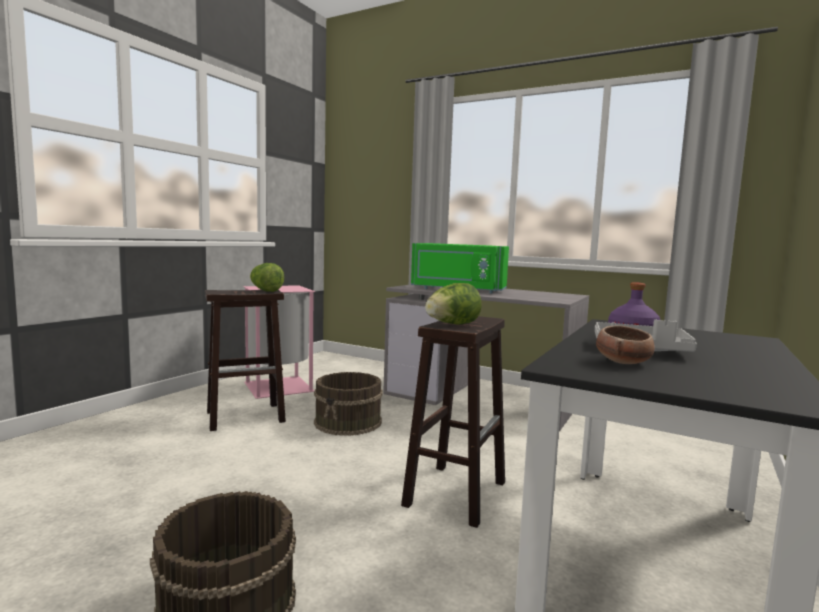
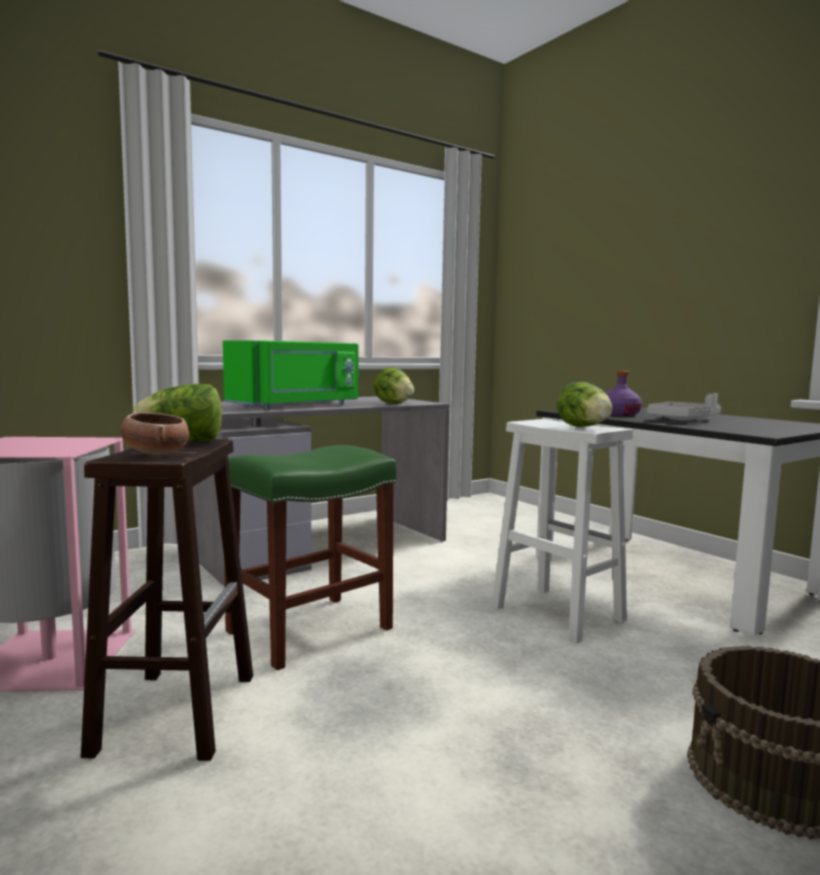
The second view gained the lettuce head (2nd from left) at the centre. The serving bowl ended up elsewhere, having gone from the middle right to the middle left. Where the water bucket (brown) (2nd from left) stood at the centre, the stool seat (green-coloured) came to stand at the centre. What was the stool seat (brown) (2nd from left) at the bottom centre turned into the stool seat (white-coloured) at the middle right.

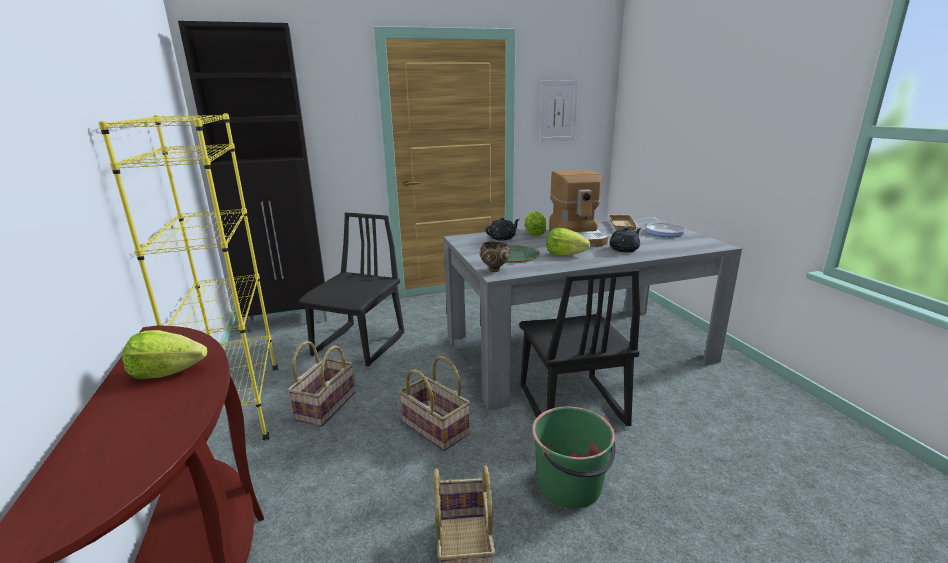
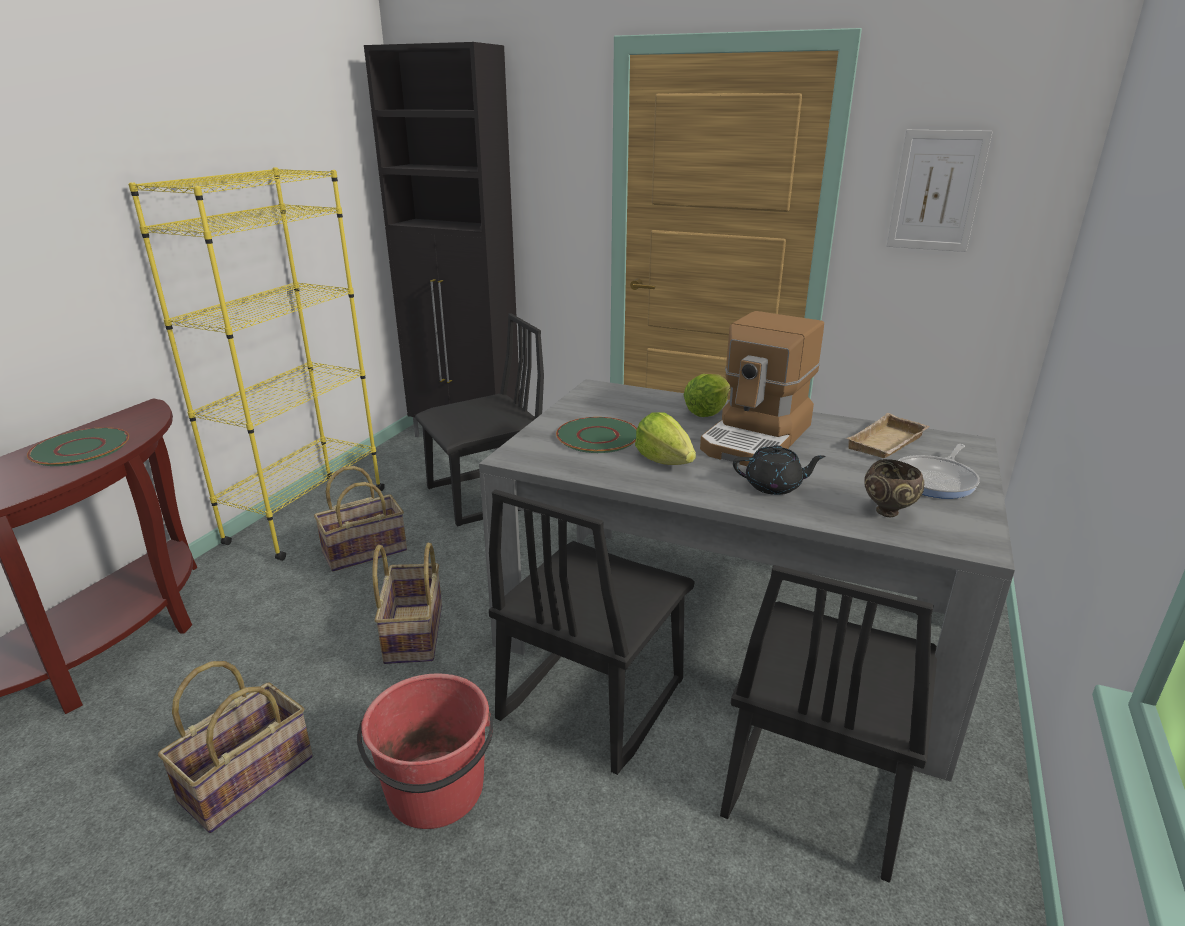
The second view lost the teapot (blackish) (1st from left) at the centre. The second view gained the chair (blackish) (3rd from left) at the bottom right. The serving bowl (brown) ended up elsewhere, having gone from the centre to the middle right. Where the lettuce head (1st from left) stood at the middle left, the flat dish (green-coloured) (1st from left) came to stand at the middle left. What was the water bucket (green-coloured) at the bottom centre turned into the water bucket (reddish) at the bottom centre.

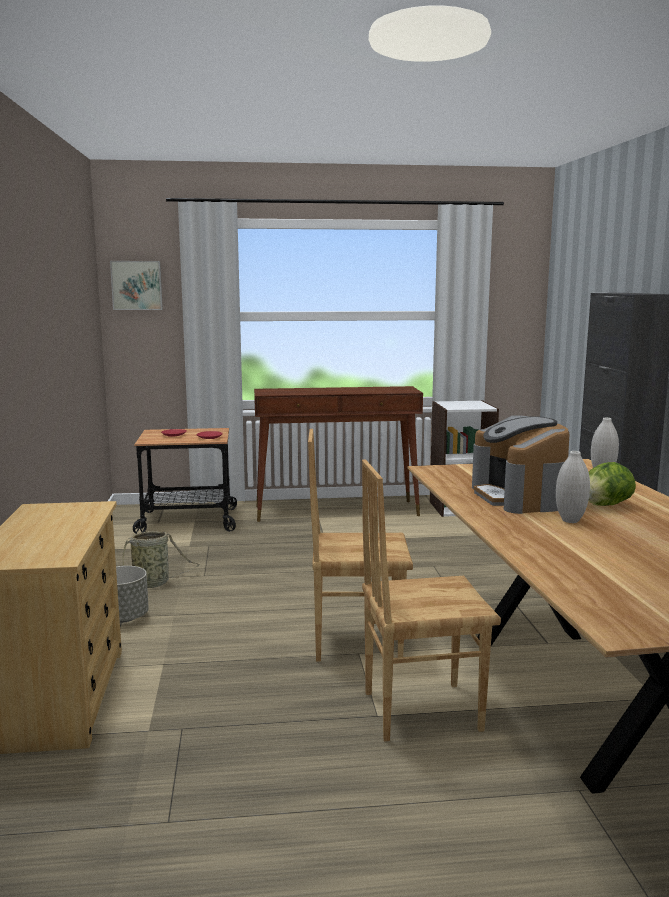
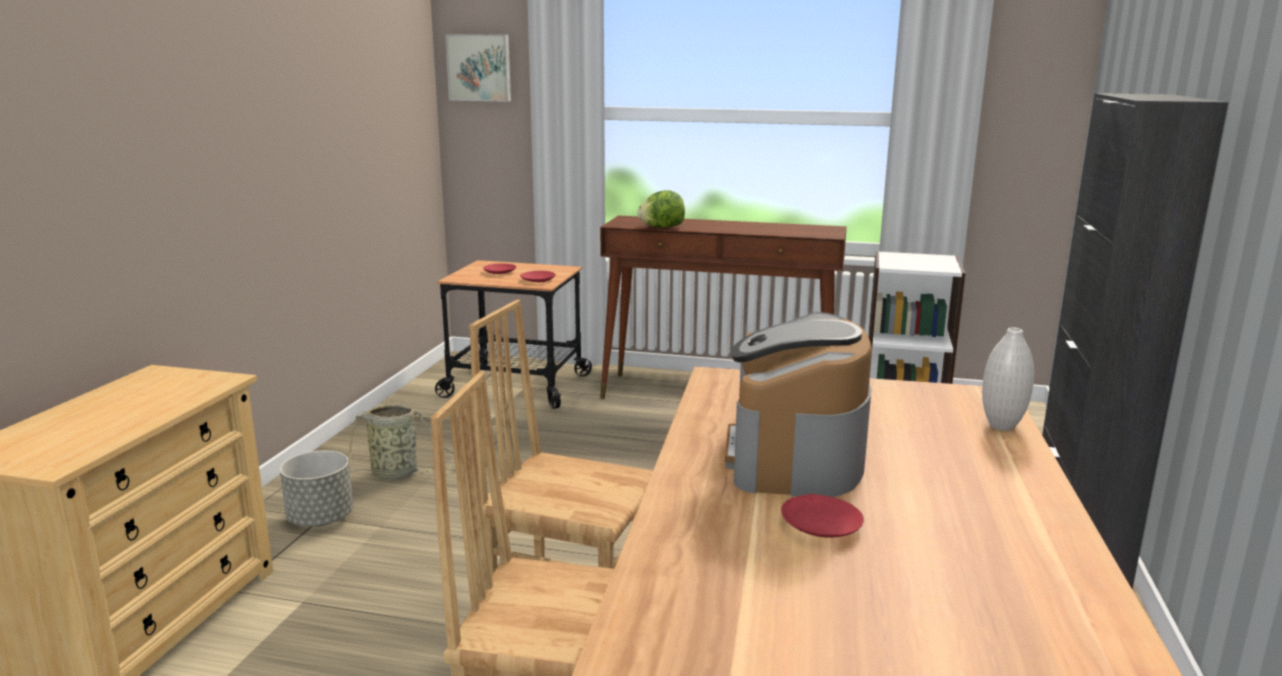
The lettuce head ended up elsewhere, having gone from the middle right to the top centre. Where the vase (white-coloured) (1st from left) stood at the middle right, the flat dish (reddish) (3rd from left) came to stand at the bottom centre.

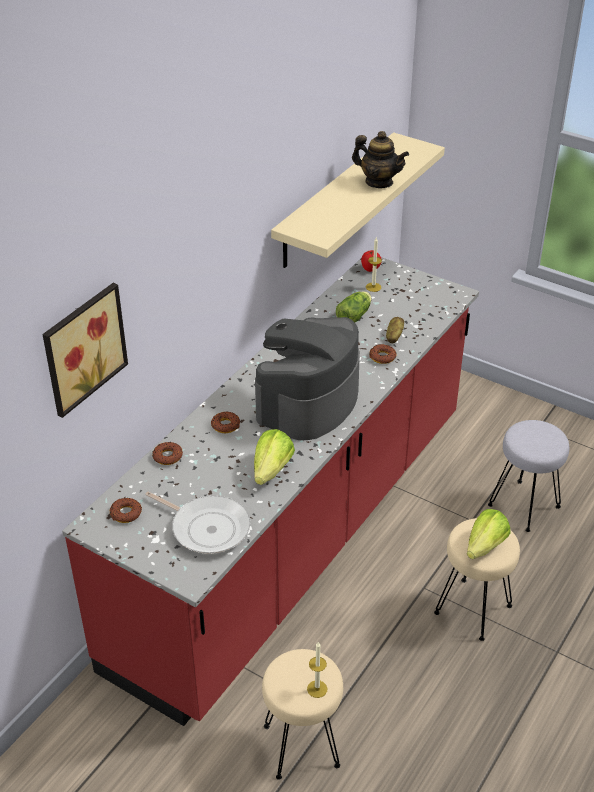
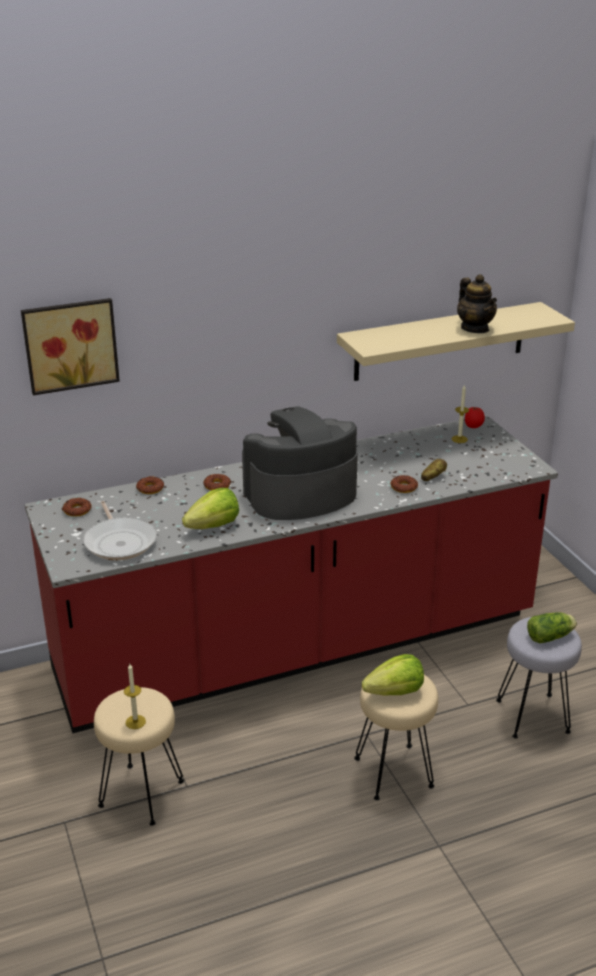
The lettuce head (2nd from left in the first image) ended up elsewhere, having gone from the centre to the middle right.

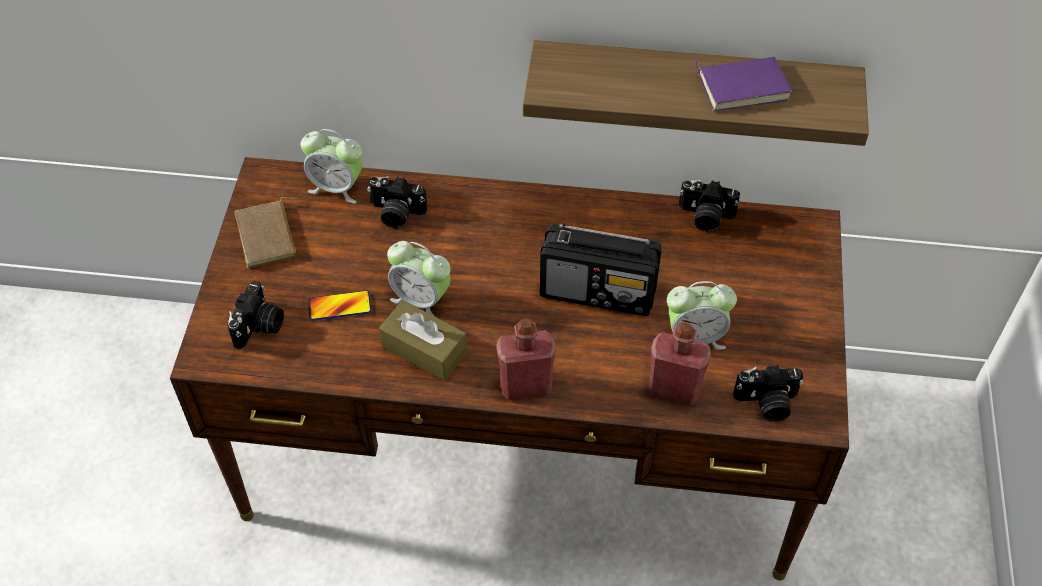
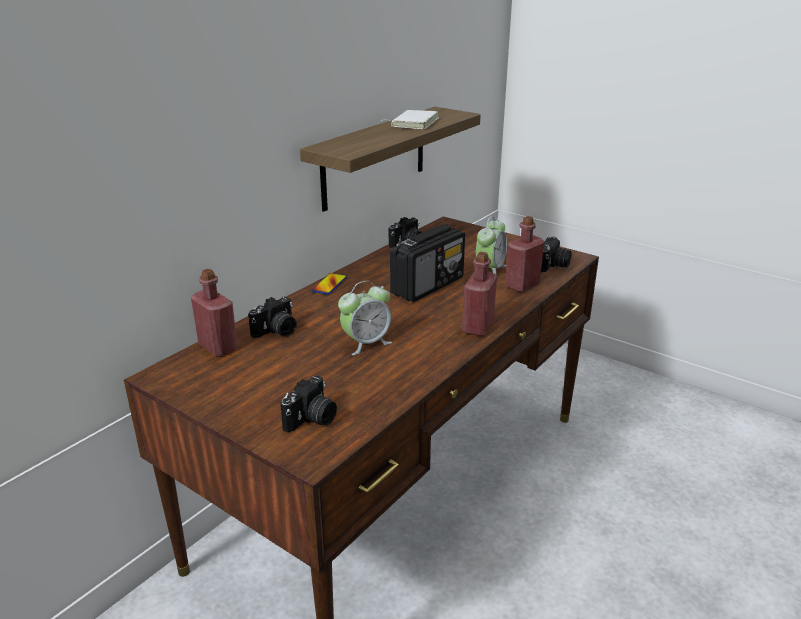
The second view lost the bound book (brown) at the middle left. The second view lost the tissue holder (brown) at the centre. The phone ended up elsewhere, having gone from the middle left to the centre. Where the alarm clock (1st from left) stood at the top left, the bottle (reddish) (1st from left) came to stand at the middle left. What was the bound book (purple-coloured) at the top right turned into the bound book (white-coloured) at the top centre. The photo camera (1st from left in the first image) at the middle left ended up facing another way, 75 degrees clockwise from before.

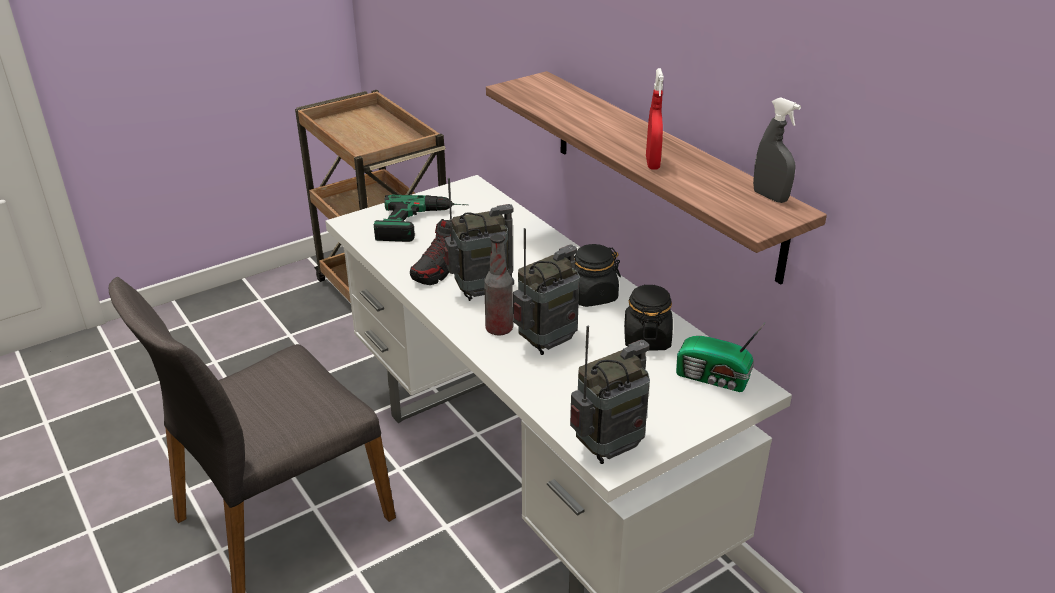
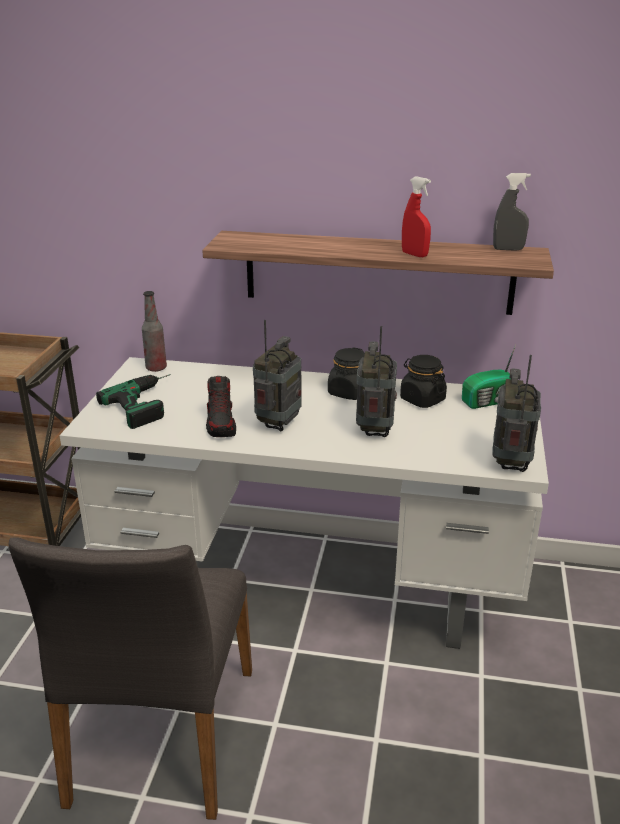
The bottle ended up elsewhere, having gone from the centre to the middle left.

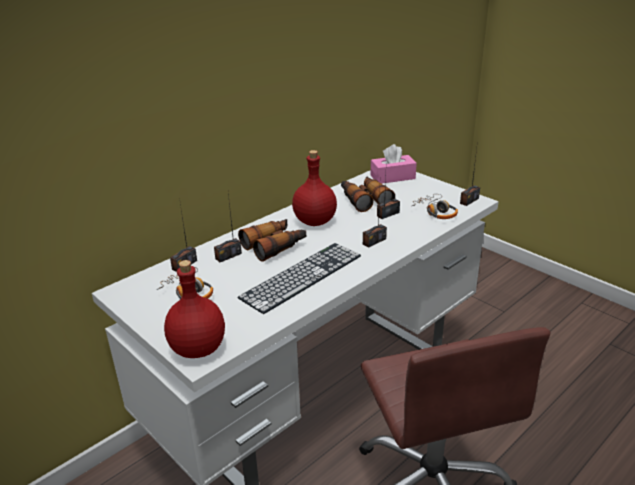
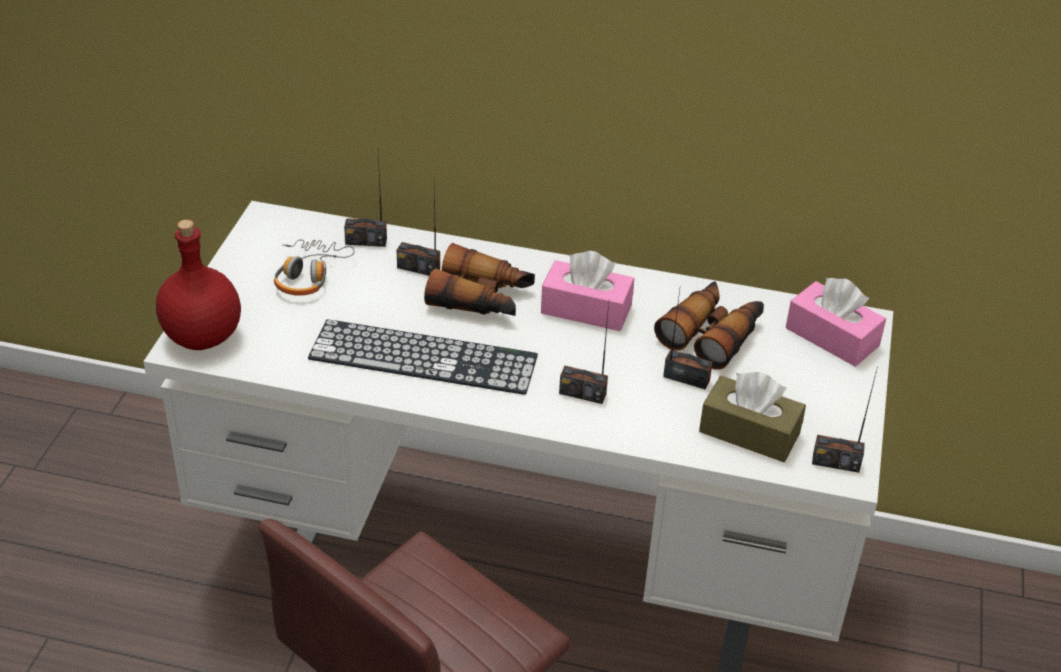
Where the bottle (reddish) (2nd from left) stood at the centre, the tissue holder (pink) (1st from left) came to stand at the centre. Where the pair of headphones (2nd from left) stood at the middle right, the tissue holder (brown) came to stand at the middle right.

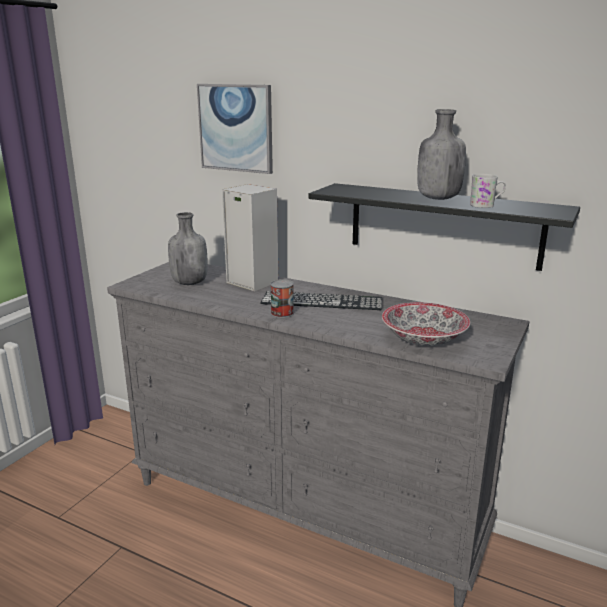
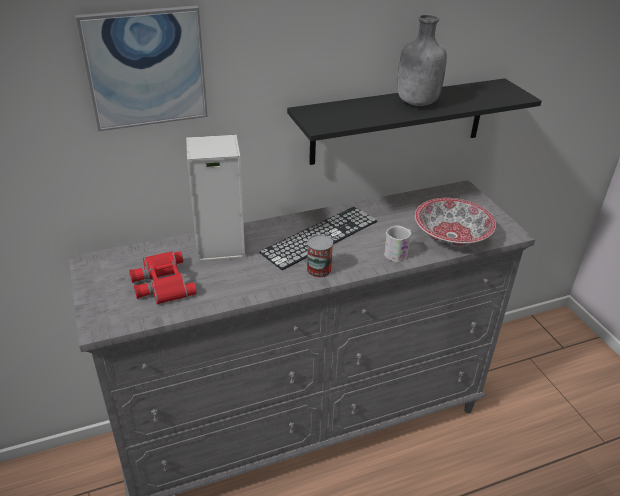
The mug (white-coloured) ended up elsewhere, having gone from the top right to the centre. Where the bottle (greyish) (1st from left) stood at the middle left, the field glasses (reddish) came to stand at the middle left.

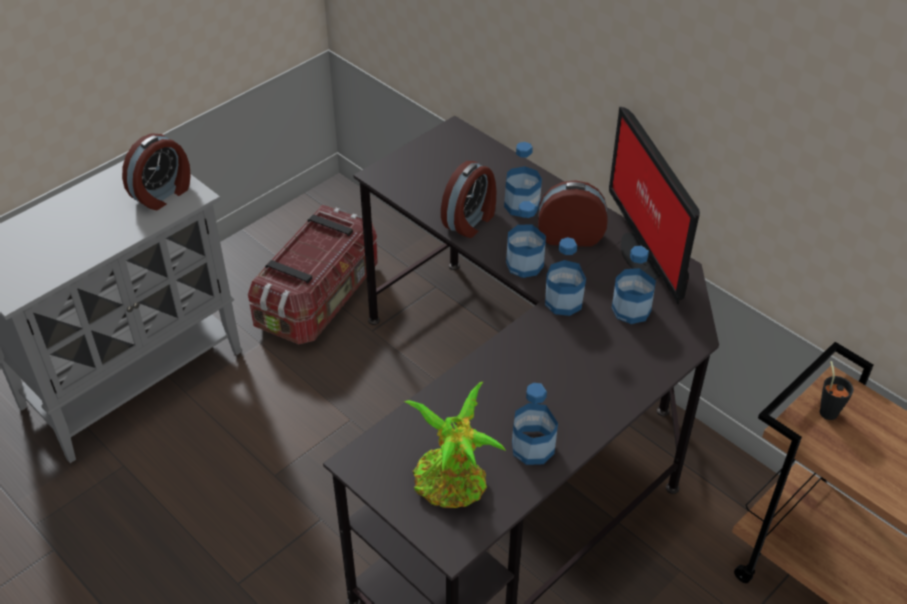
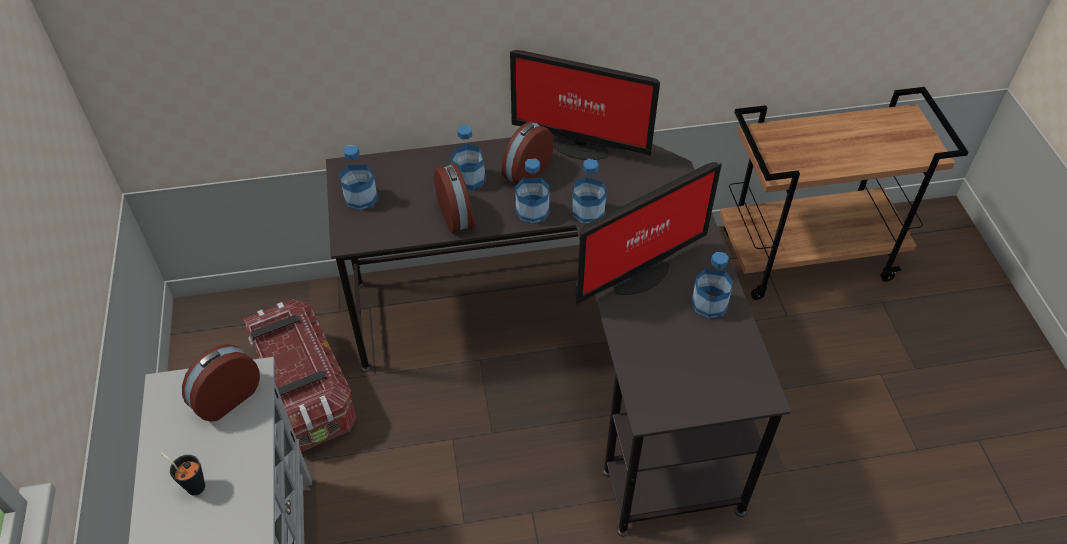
The second view lost the houseplant at the bottom centre. The second view gained the computer display (2nd from left) at the centre. The bottle (5th from left in the first image) ended up elsewhere, having gone from the middle right to the top centre. The drinking cup (blackish) ended up elsewhere, having gone from the middle right to the bottom left. The alarm clock (1st from left) at the top left ended up facing another way, 120 degrees counterclockwise from before.

